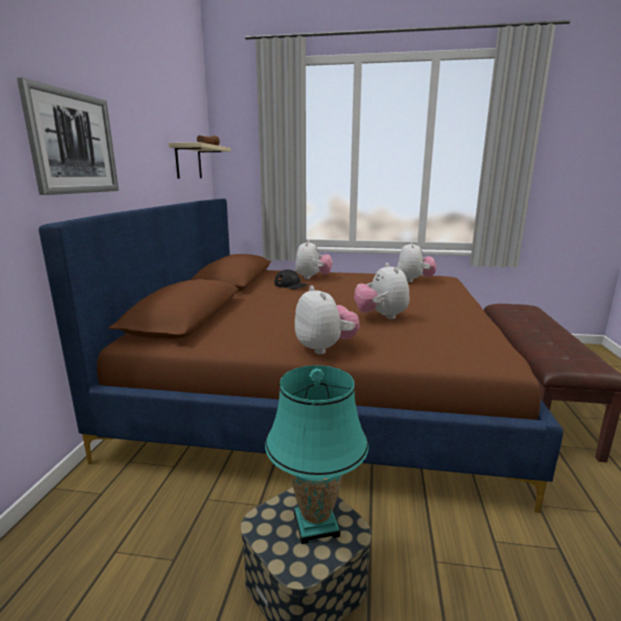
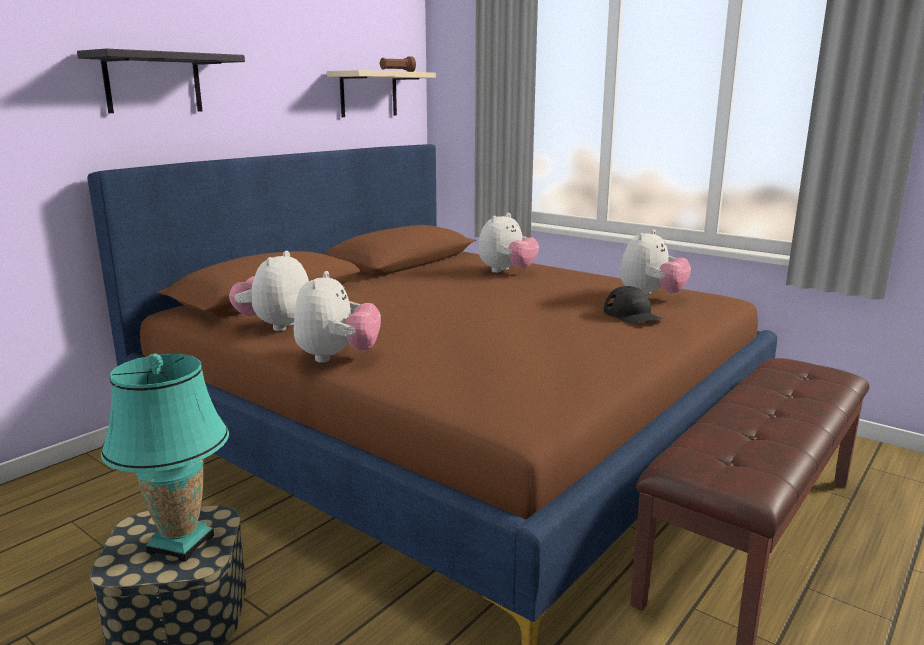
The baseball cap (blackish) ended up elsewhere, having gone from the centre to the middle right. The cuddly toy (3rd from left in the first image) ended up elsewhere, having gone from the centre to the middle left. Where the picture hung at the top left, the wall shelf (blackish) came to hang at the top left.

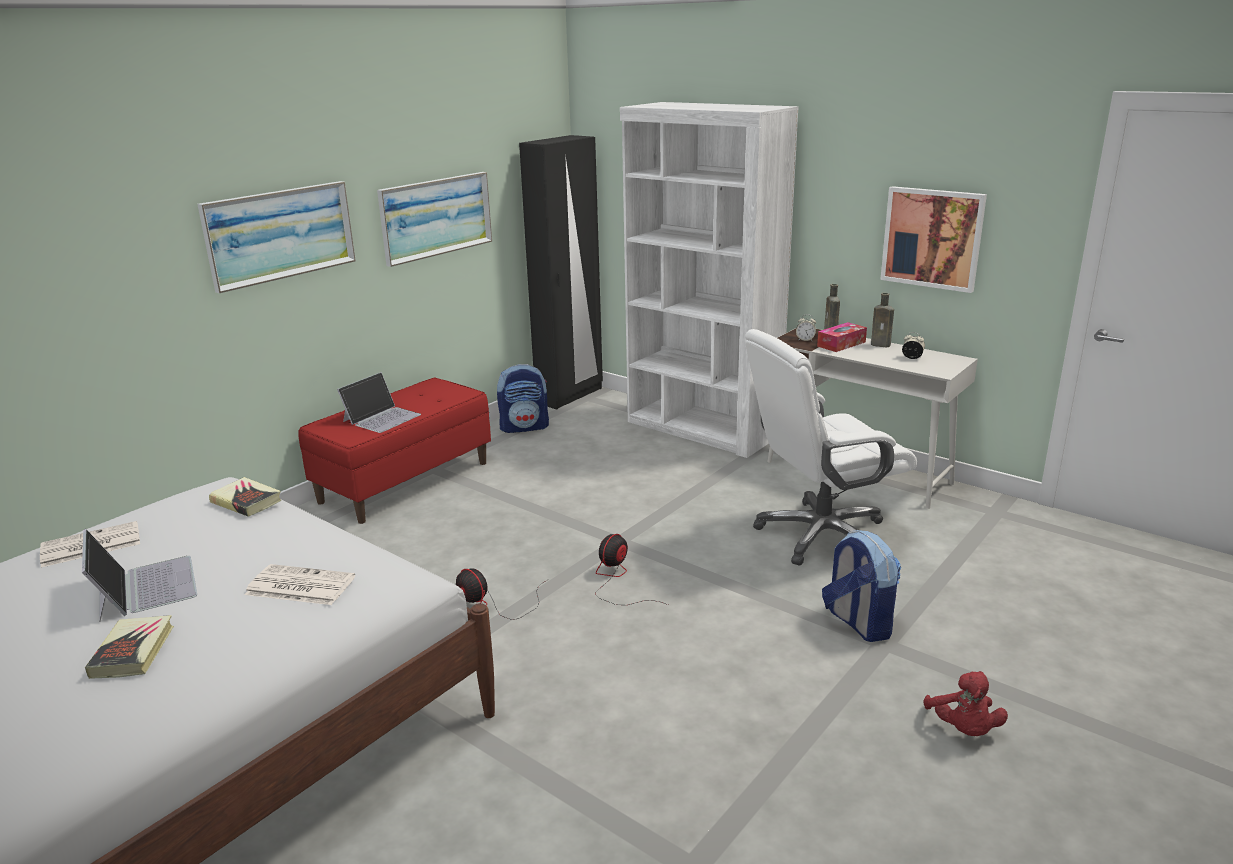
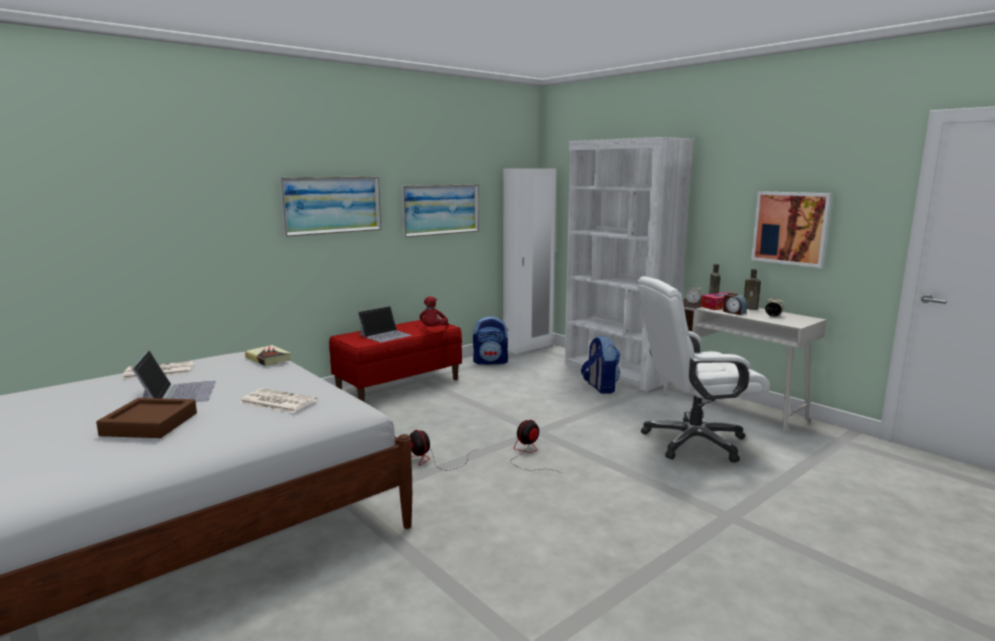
The second view gained the alarm clock (2nd from left) at the middle right. The knapsack (2nd from left) ended up elsewhere, having gone from the bottom right to the centre. The cuddly toy (reddish) ended up elsewhere, having gone from the bottom right to the centre. Where the bound book (1st from left) stood at the bottom left, the tray (brown) came to stand at the middle left. What was the armoire (blackish) at the top centre turned into the armoire (white-coloured) at the centre.

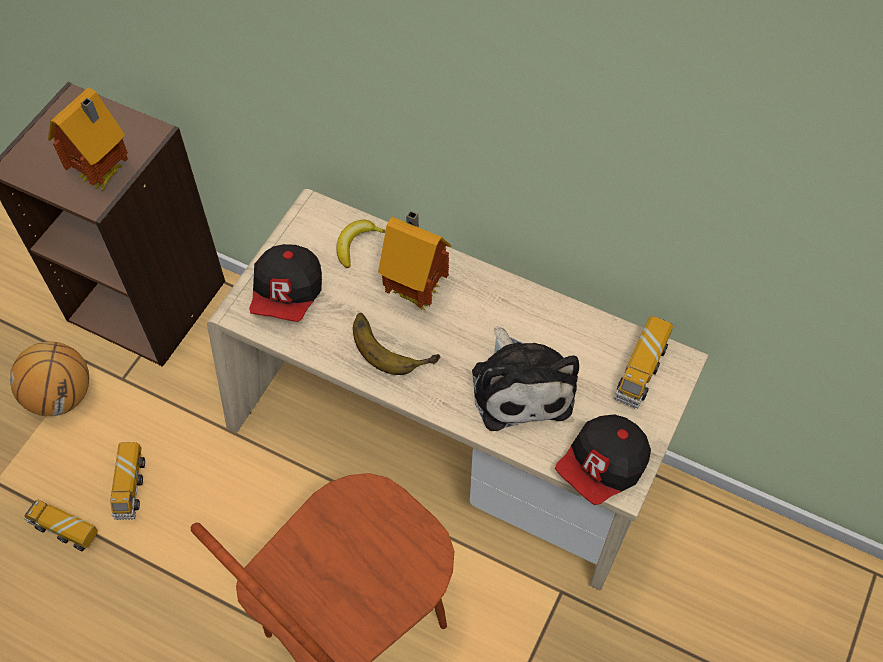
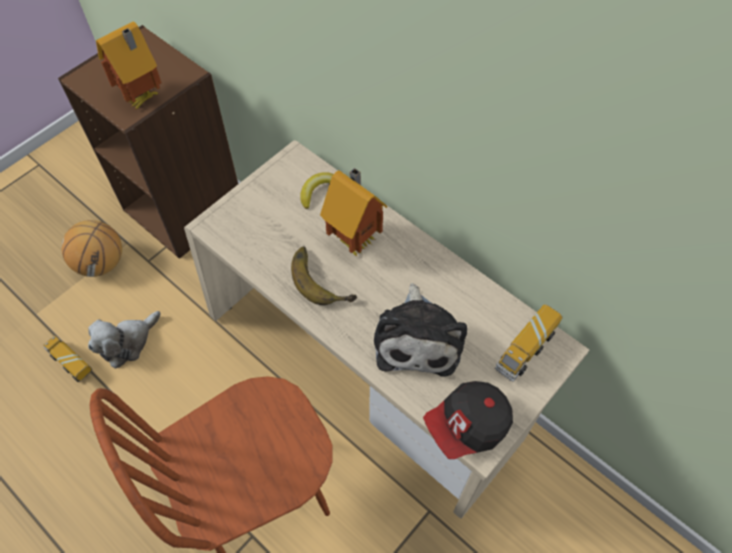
The second view lost the baseball cap (1st from left) at the middle left. Where the toy lorry (2nd from left) stood at the bottom left, the cuddly toy (1st from left) came to stand at the middle left.

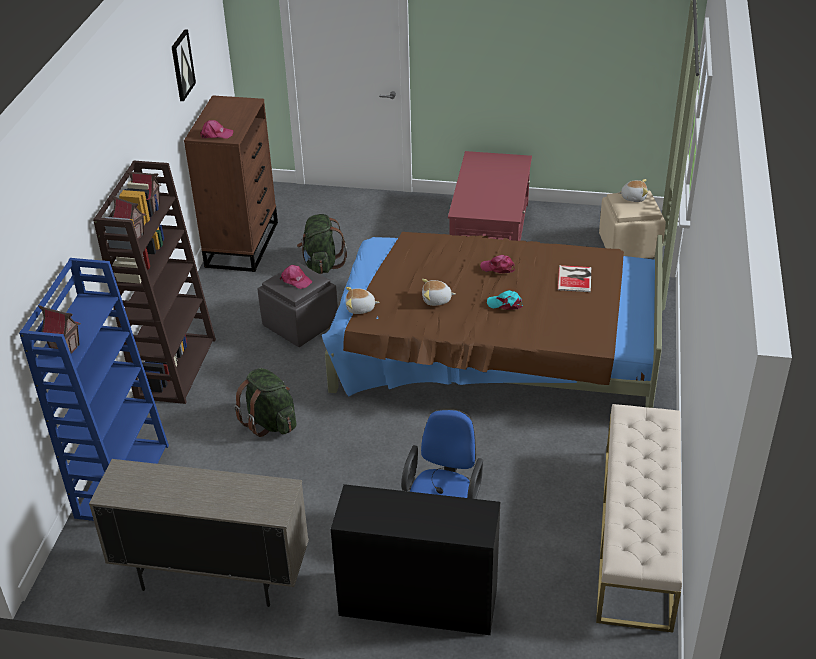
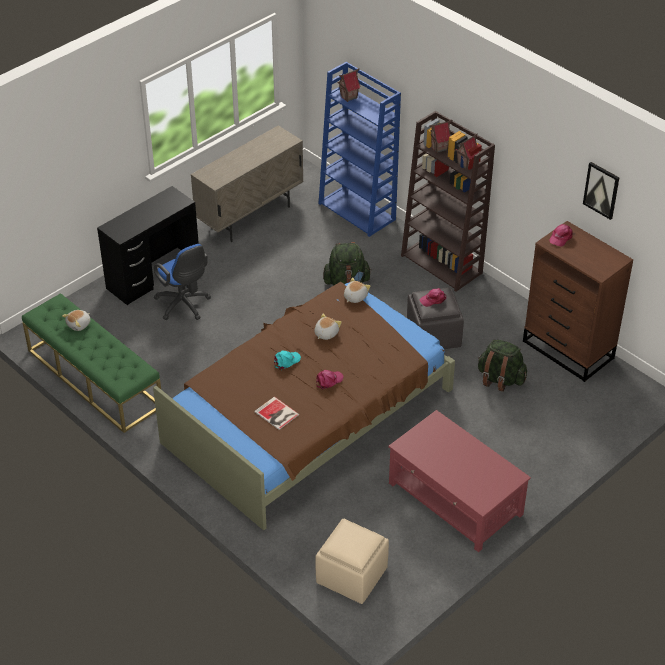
The cuddly toy (3rd from left in the first image) ended up elsewhere, having gone from the top right to the middle left. What was the indoor bench (sand-coloured) at the bottom right turned into the indoor bench (green-coloured) at the middle left.

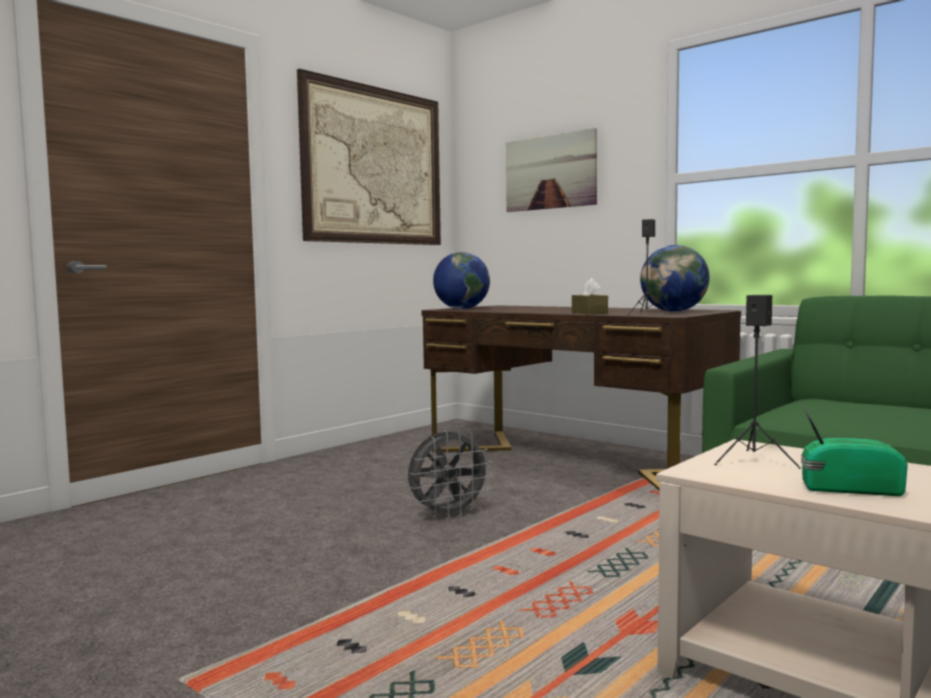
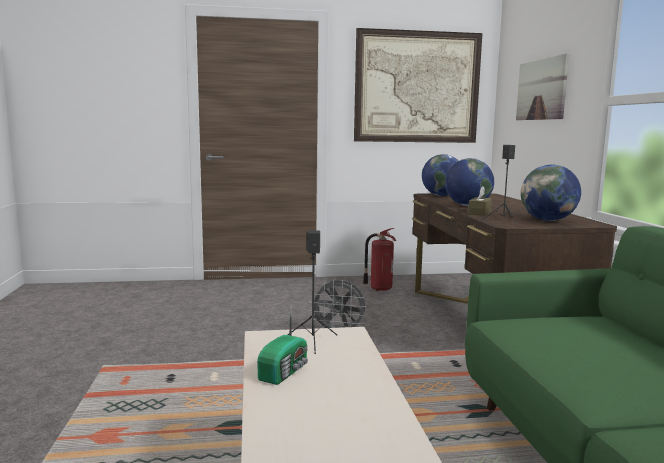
The second view gained the fire-fighting cylinder at the centre. The second view gained the world globe (2nd from left) at the middle right. The radio set at the middle right ended up facing another way, 60 degrees clockwise from before.

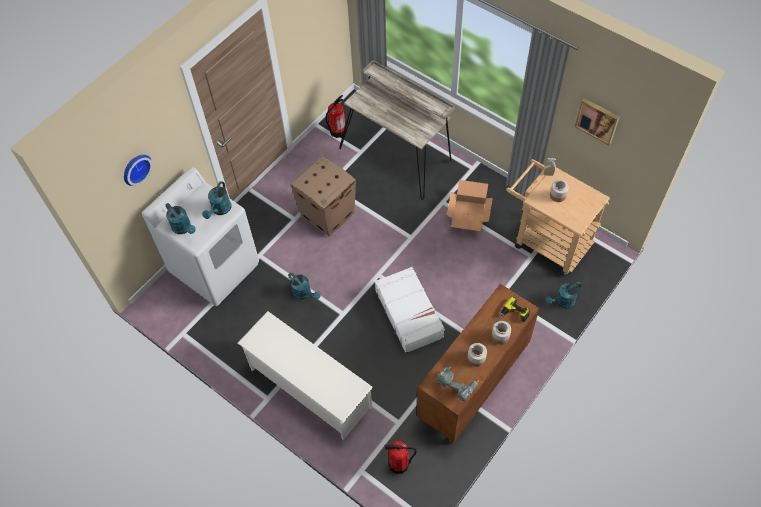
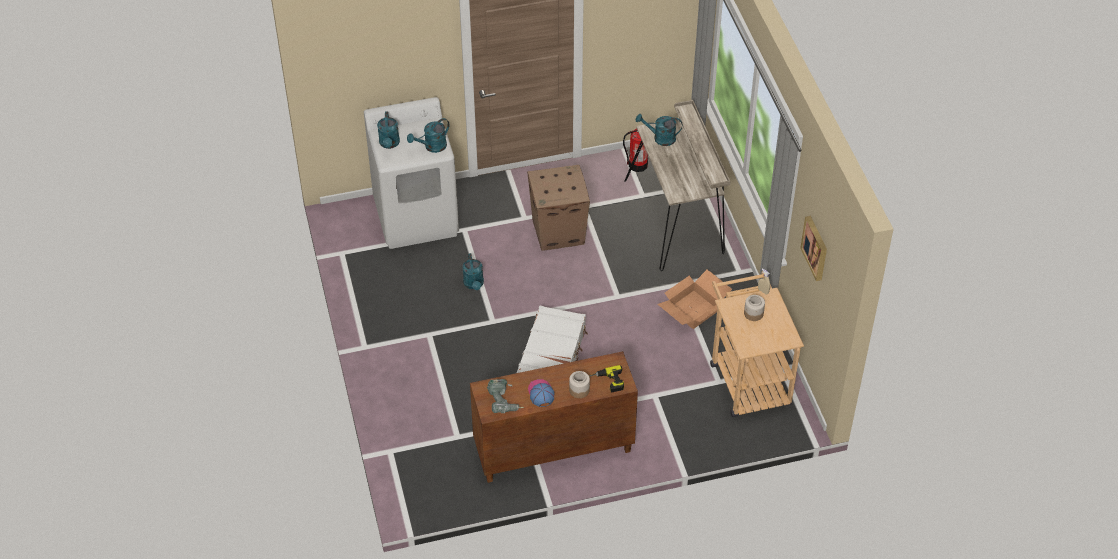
The second view lost the wall clock at the middle left. The second view lost the shoe stand (white-coloured) at the bottom centre. The second view lost the fire-fighting cylinder (2nd from left) at the bottom centre. The watering pot (turquoise) (4th from left) ended up elsewhere, having gone from the middle right to the top centre. Where the storage jar (1st from left) stood at the bottom centre, the baseball cap came to stand at the bottom centre.

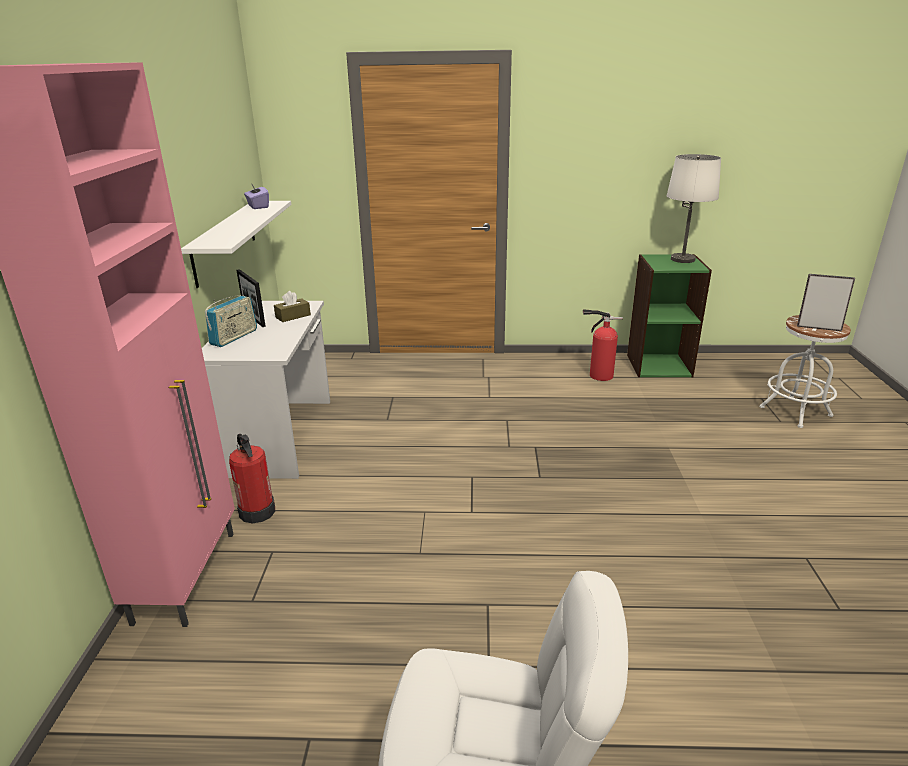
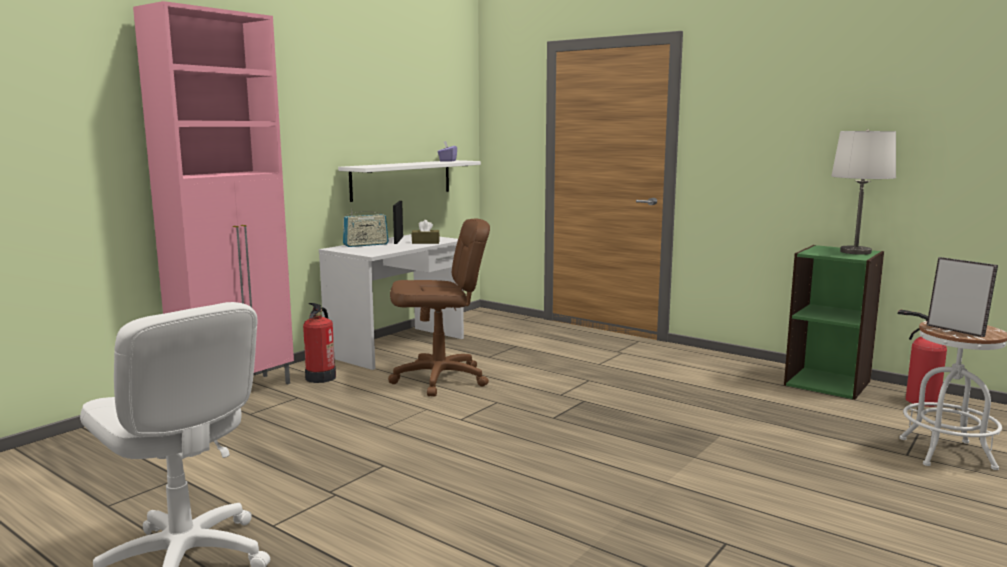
The second view gained the office chair (brown) at the centre. The fire-fighting cylinder (2nd from left) ended up elsewhere, having gone from the centre to the middle right.

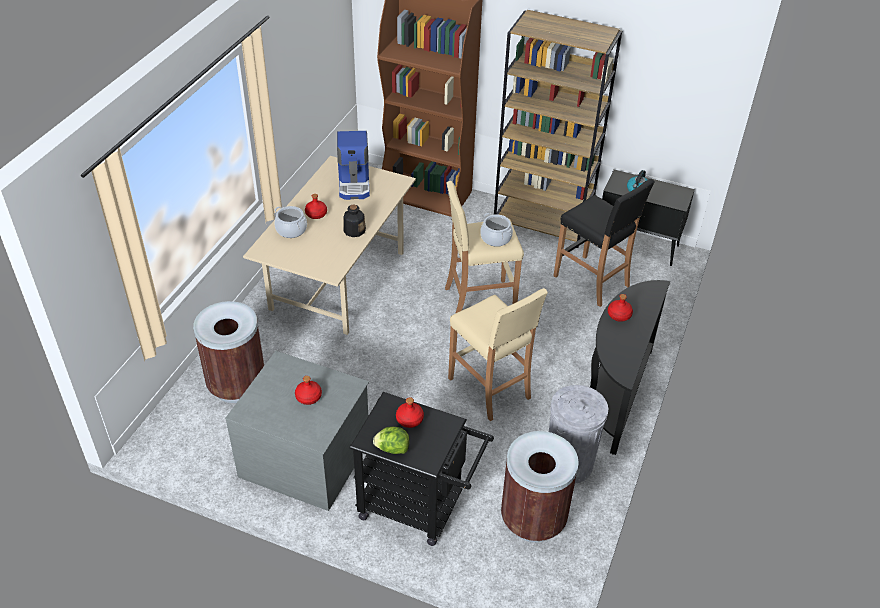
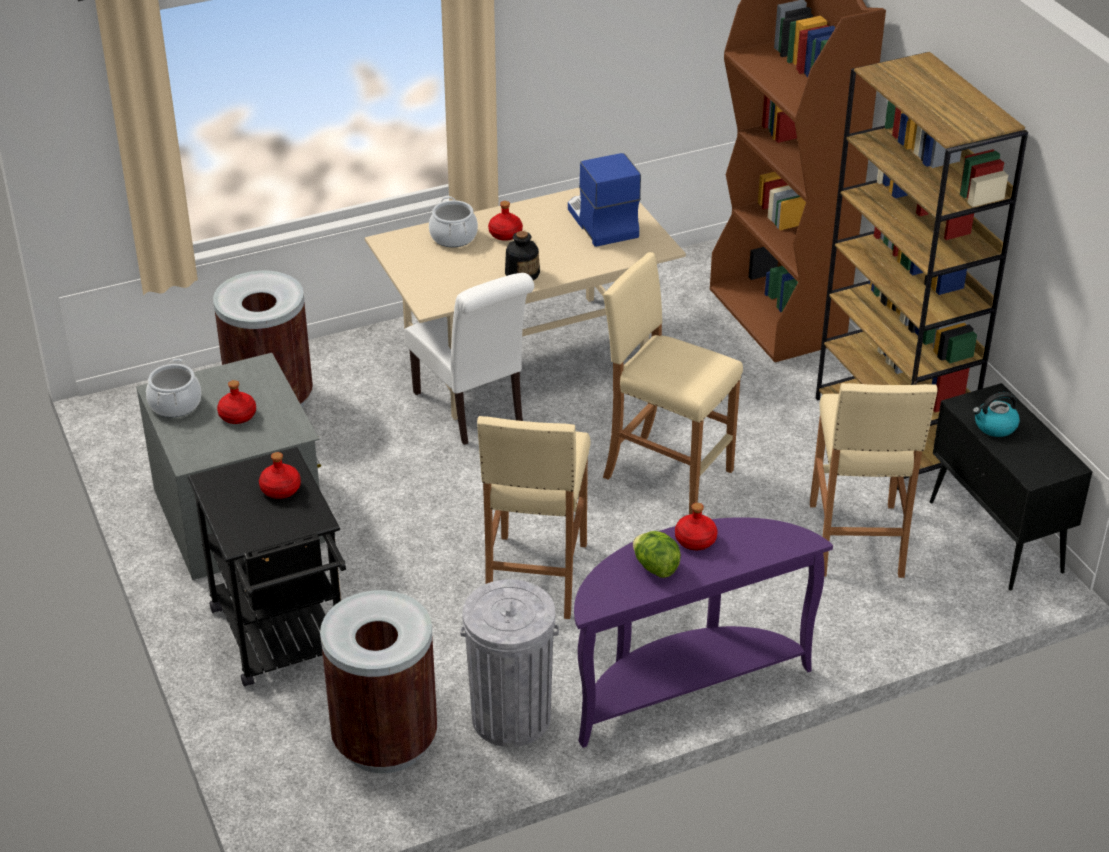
The second view gained the chair (white-coloured) at the centre. The lettuce head ended up elsewhere, having gone from the bottom centre to the centre. The cooking pot (2nd from left in the first image) ended up elsewhere, having gone from the centre to the middle left. What was the stool seat (blackish) at the middle right turned into the stool seat (sand-coloured) (3rd from left) at the middle right. What was the hall table (blackish) at the middle right turned into the hall table (purple-coloured) at the bottom centre. The coffee machine at the top centre ended up facing another way, 120 degrees clockwise from before.

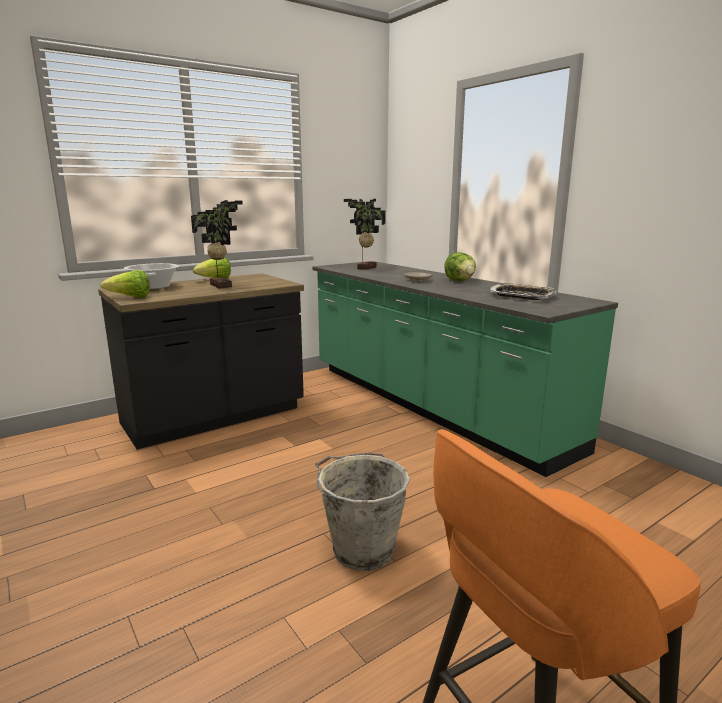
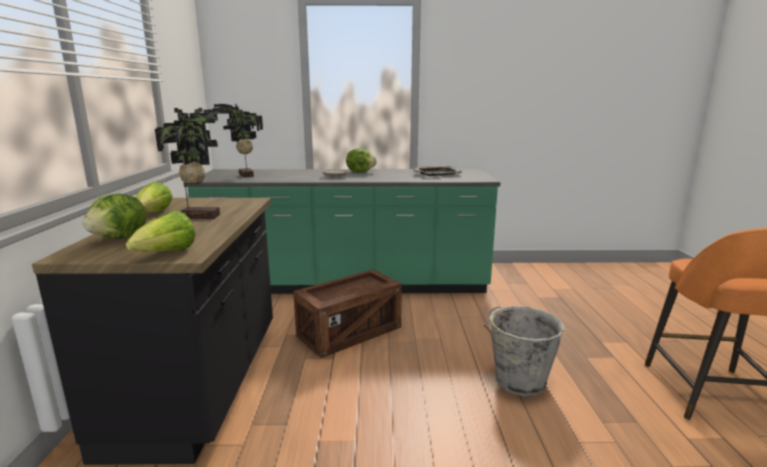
The second view gained the packing crate at the bottom centre. Where the cooking pot stood at the middle left, the lettuce head (1st from left) came to stand at the middle left.

